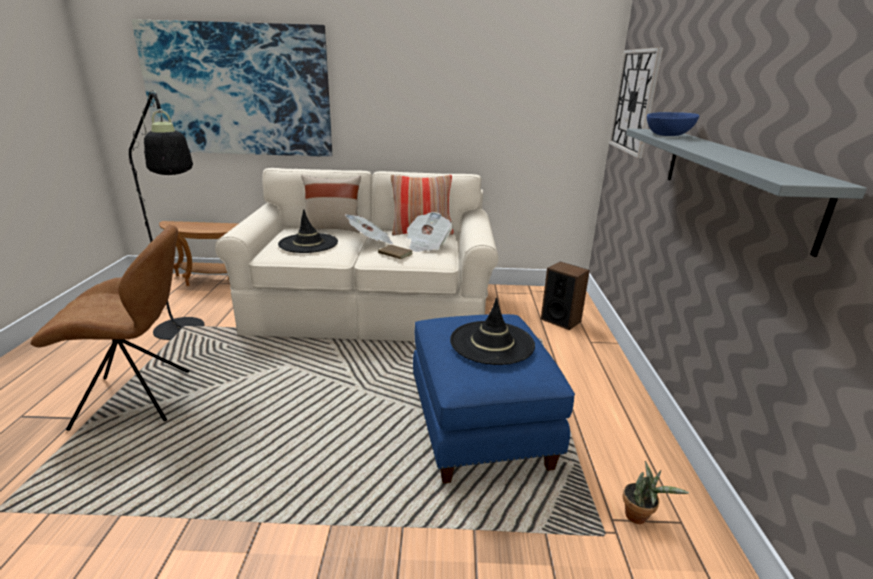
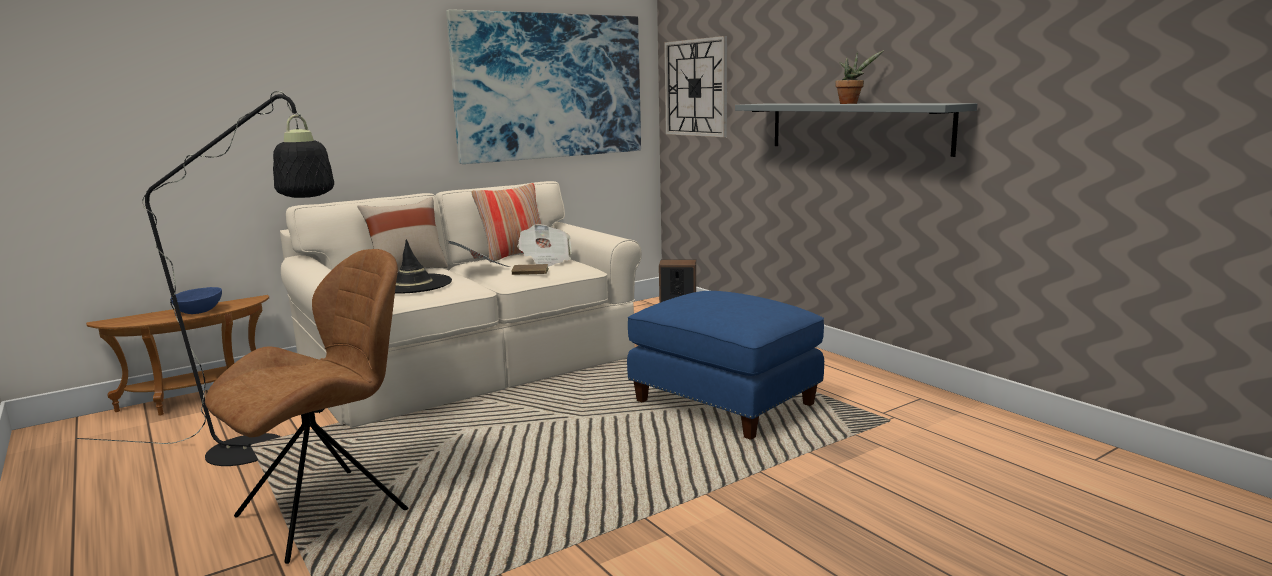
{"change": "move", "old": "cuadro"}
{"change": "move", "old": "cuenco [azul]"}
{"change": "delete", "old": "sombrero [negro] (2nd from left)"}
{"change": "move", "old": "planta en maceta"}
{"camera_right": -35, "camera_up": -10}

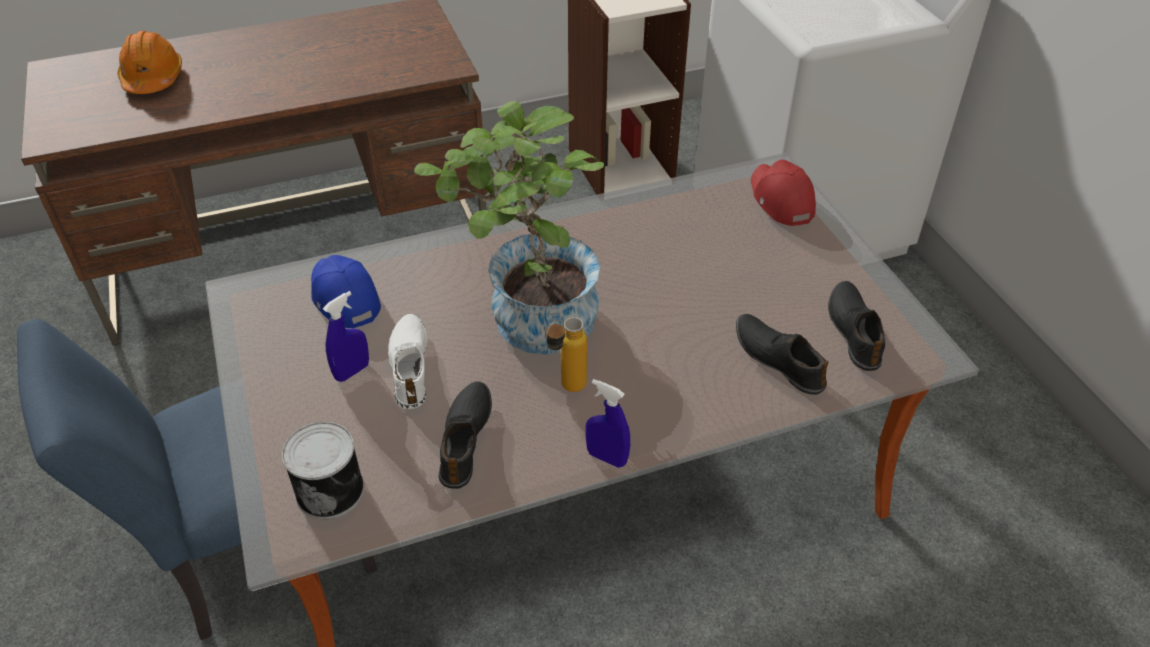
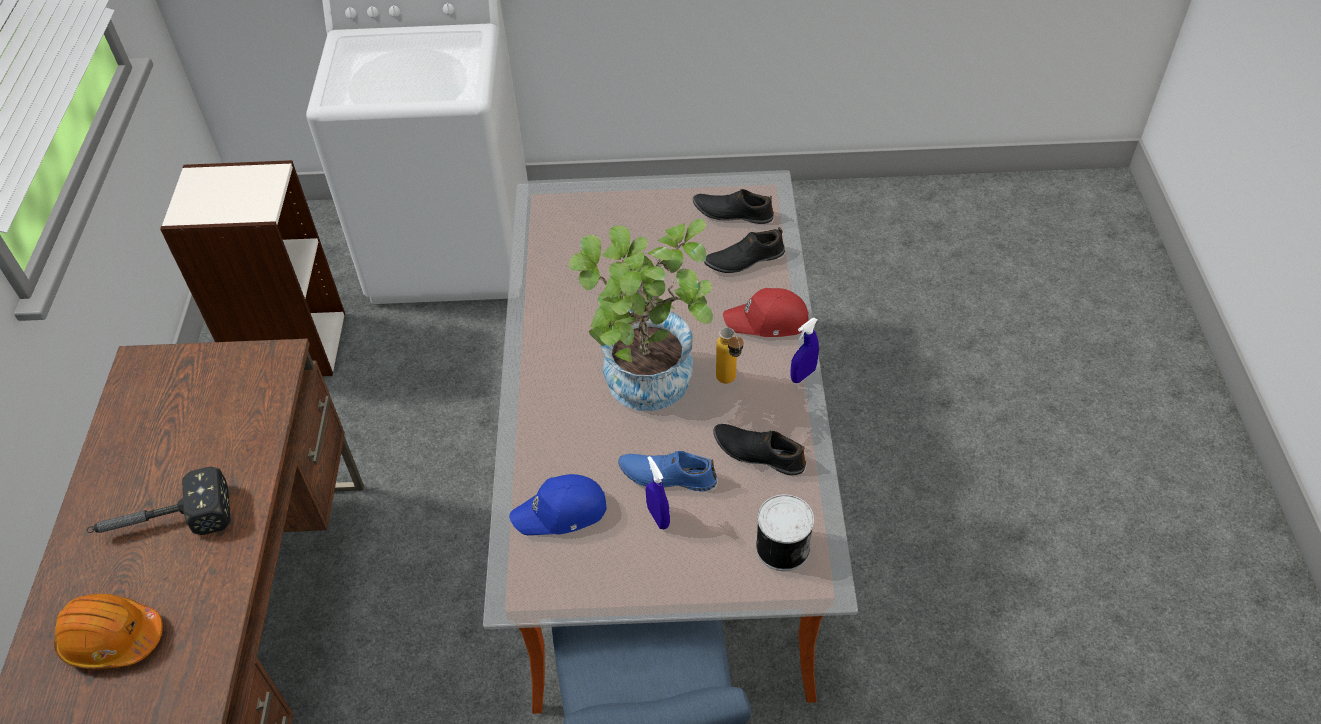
{"change": "move", "old": "gorra [rojo]"}
{"change": "recolor", "old": "zapato [blanco]", "new": "zapato [azul]"}
{"change": "insert", "new": "martillo"}
{"camera_right": -70, "camera_up": 5}

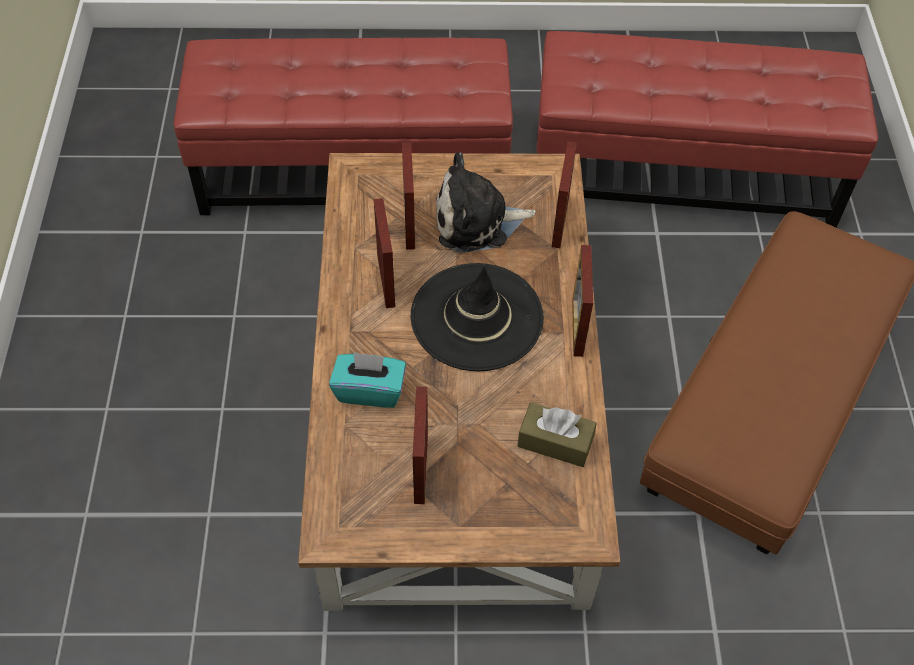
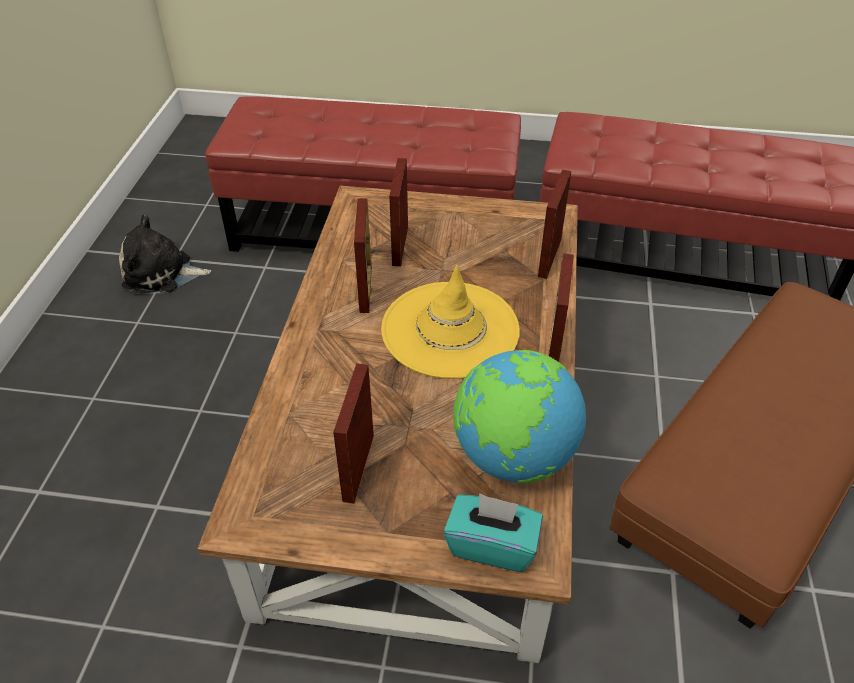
{"change": "move", "old": "peluche"}
{"change": "recolor", "old": "sombrero [negro]", "new": "sombrero [amarillo]"}
{"change": "move", "old": "caja de pañuelos [turquesa]"}
{"change": "replace", "old": "caja de pañuelos [marrón]", "new": "globo terráqueo"}
{"camera_right": 10, "camera_up": -10}

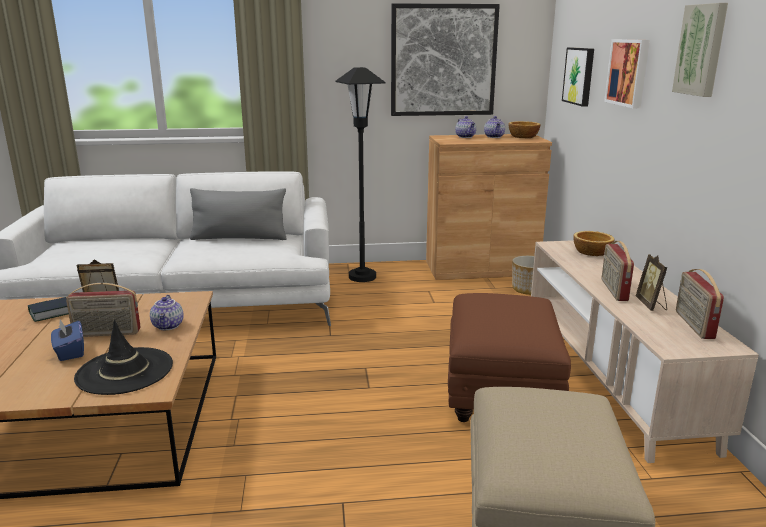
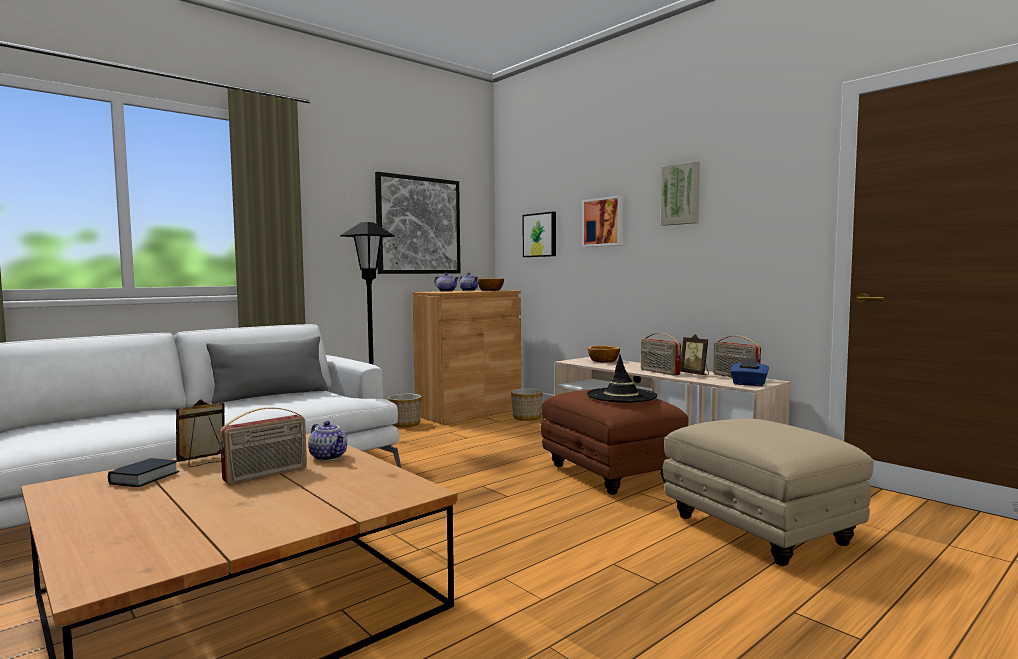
{"change": "move", "old": "caja de pañuelos [azul]"}
{"change": "move", "old": "sombrero [negro]"}
{"change": "insert", "new": "maceta (1st from left)"}
{"camera_right": -35, "camera_up": -15}

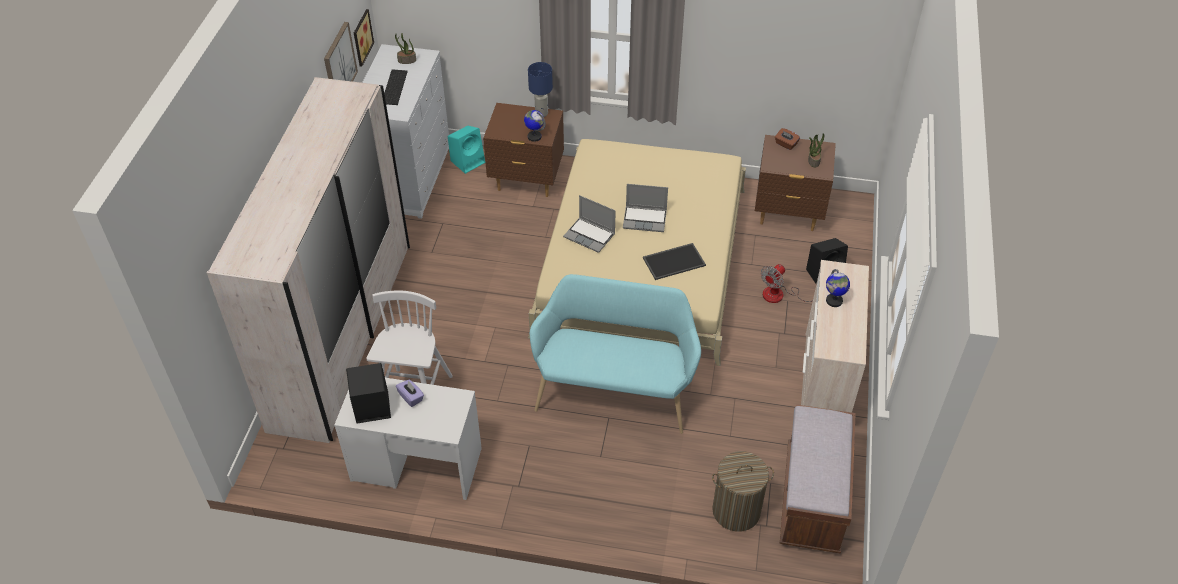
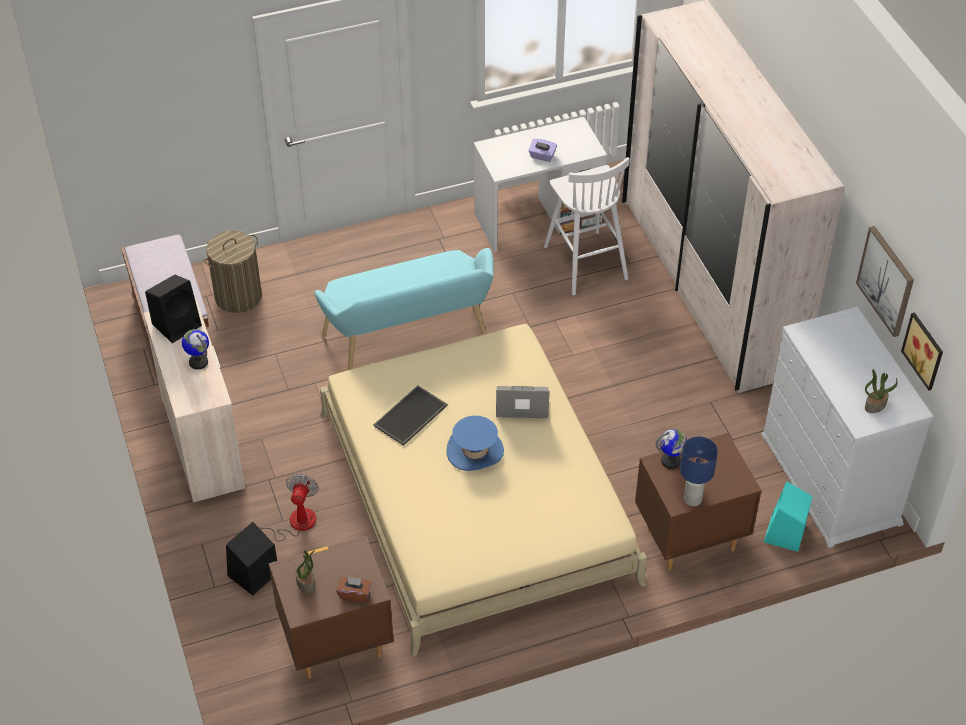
{"change": "delete", "old": "teclado"}
{"change": "replace", "old": "portátil (2nd from left)", "new": "sombrero [azul]"}
{"change": "move", "old": "altavoz [negro] (1st from left)"}
{"camera_right": 150, "camera_up": 0}

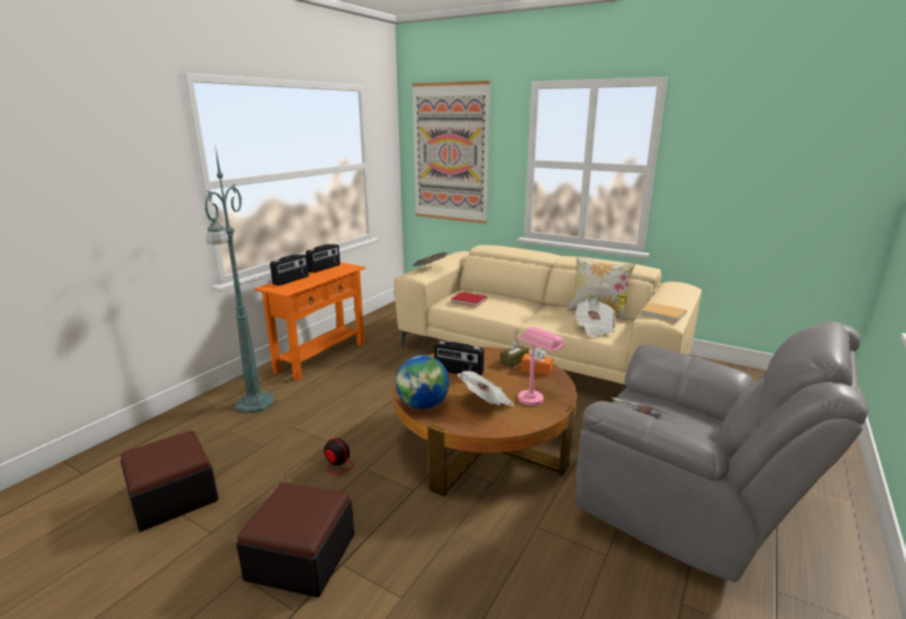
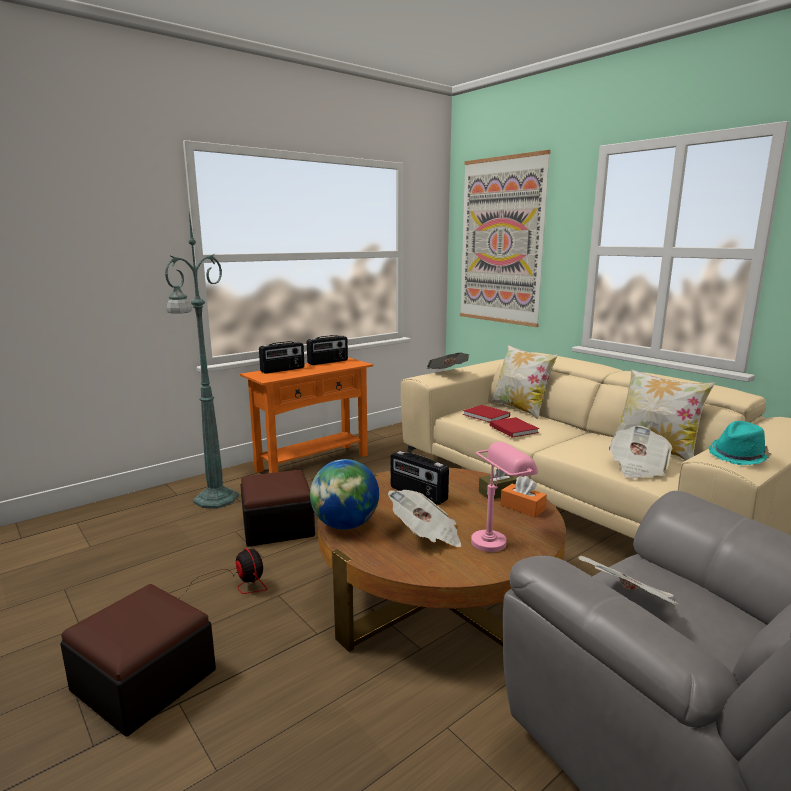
{"change": "replace", "old": "libro [beis]", "new": "sombrero [turquesa]"}
{"change": "move", "old": "puf (1st from left in the first image)", "new": "puf (2nd from left)"}
{"change": "insert", "new": "cojín (1st from left)"}
{"change": "insert", "new": "libro [rojo] (2nd from left)"}
{"camera_right": 20, "camera_up": -5}

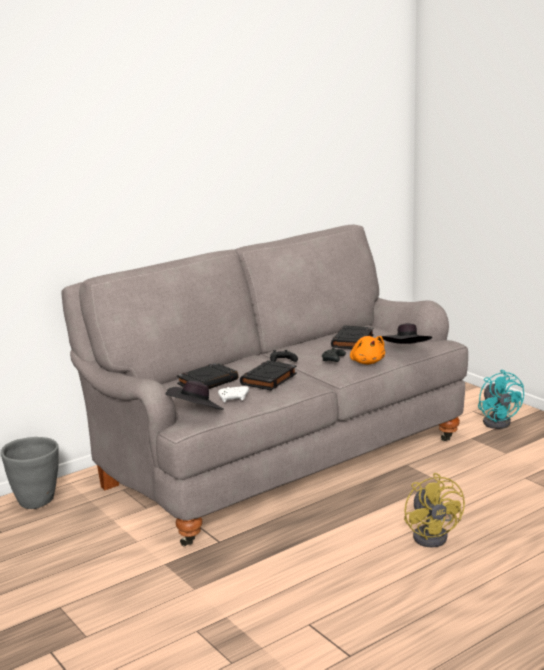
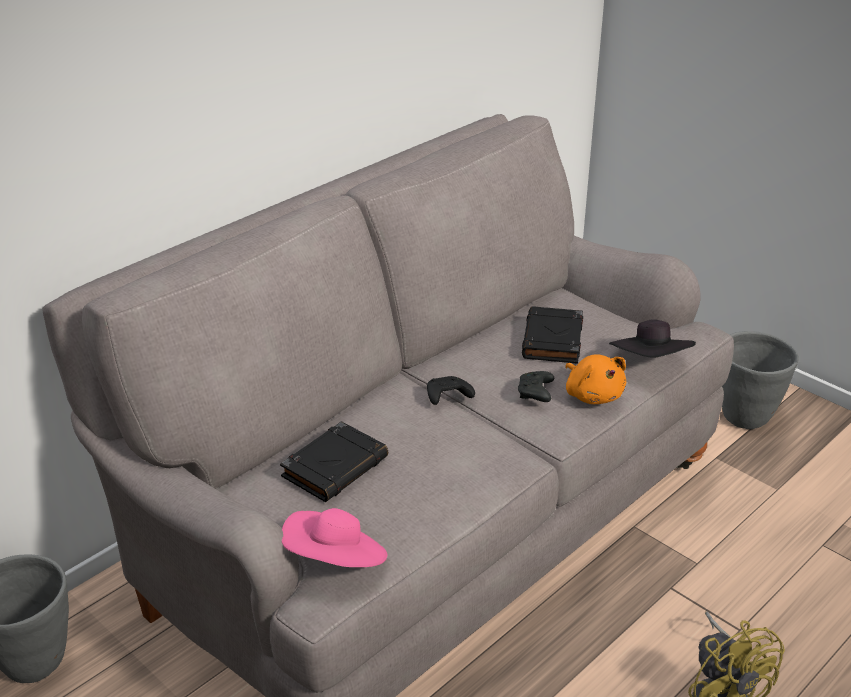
{"change": "delete", "old": "libro [negro] (2nd from left)"}
{"change": "replace", "old": "ventilador [turquesa]", "new": "maceta [gris] (2nd from left)"}
{"change": "recolor", "old": "sombrero [negro] (1st from left)", "new": "sombrero [rosa]"}
{"change": "delete", "old": "mando de consola [blanco]"}
{"camera_right": -10, "camera_up": 15}

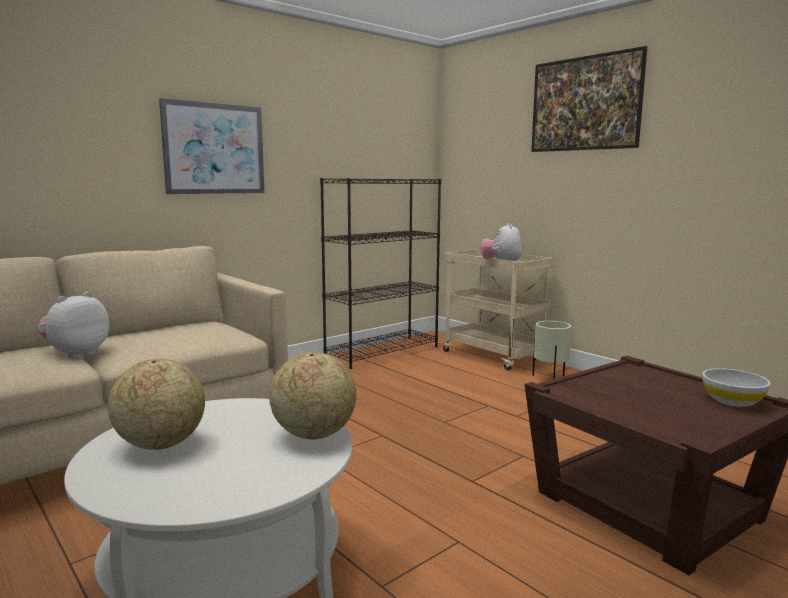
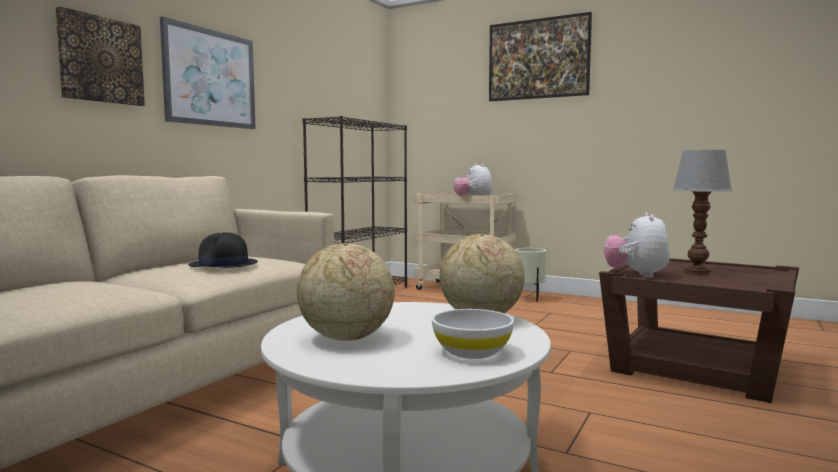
{"change": "move", "old": "peluche (1st from left in the first image)", "new": "peluche (2nd from left)"}
{"change": "move", "old": "cuenco [blanco]"}
{"change": "insert", "new": "cuadro (1st from left)"}
{"change": "insert", "new": "lámpara de mesa"}
{"change": "insert", "new": "sombrero [negro]"}
{"camera_right": -20, "camera_up": -5}

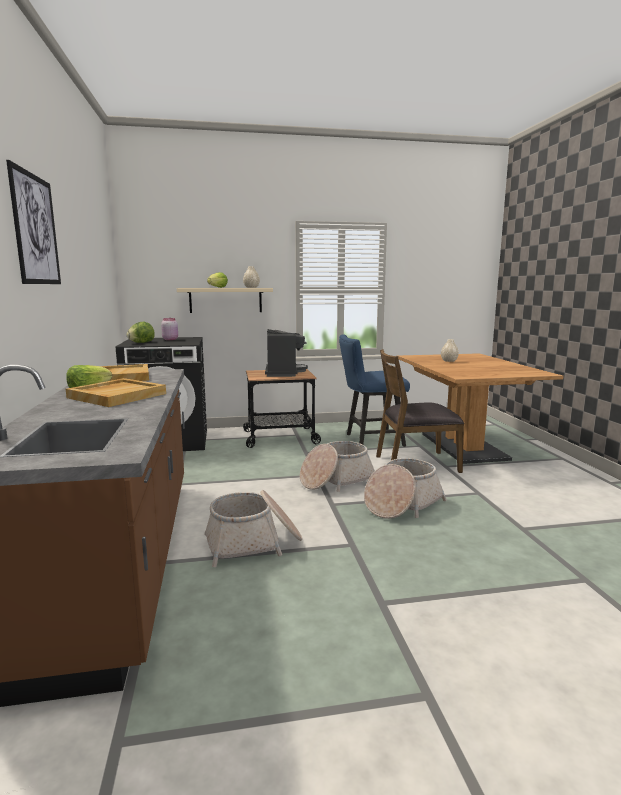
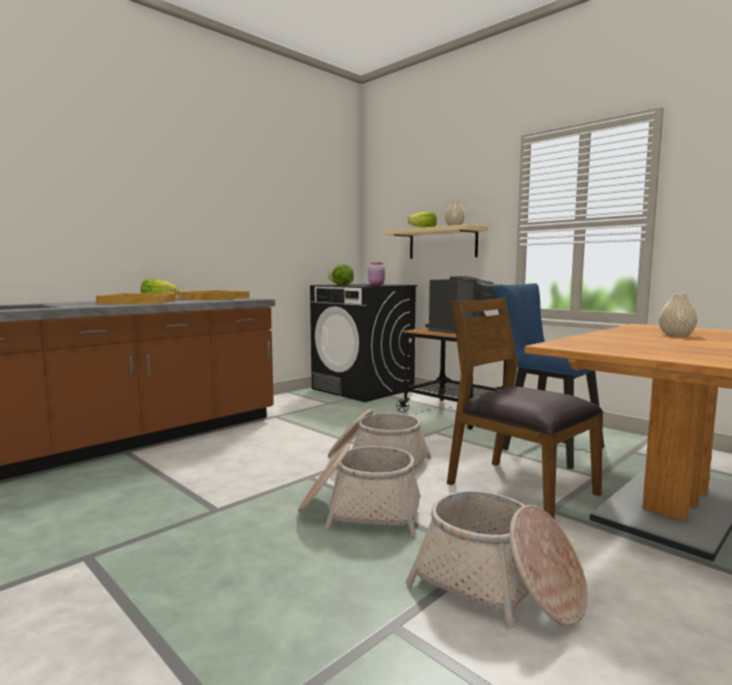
{"change": "delete", "old": "cuadro"}
{"change": "move", "old": "cesta (1st from left in the first image)", "new": "cesta (3rd from left)"}
{"camera_right": 55, "camera_up": -5}

